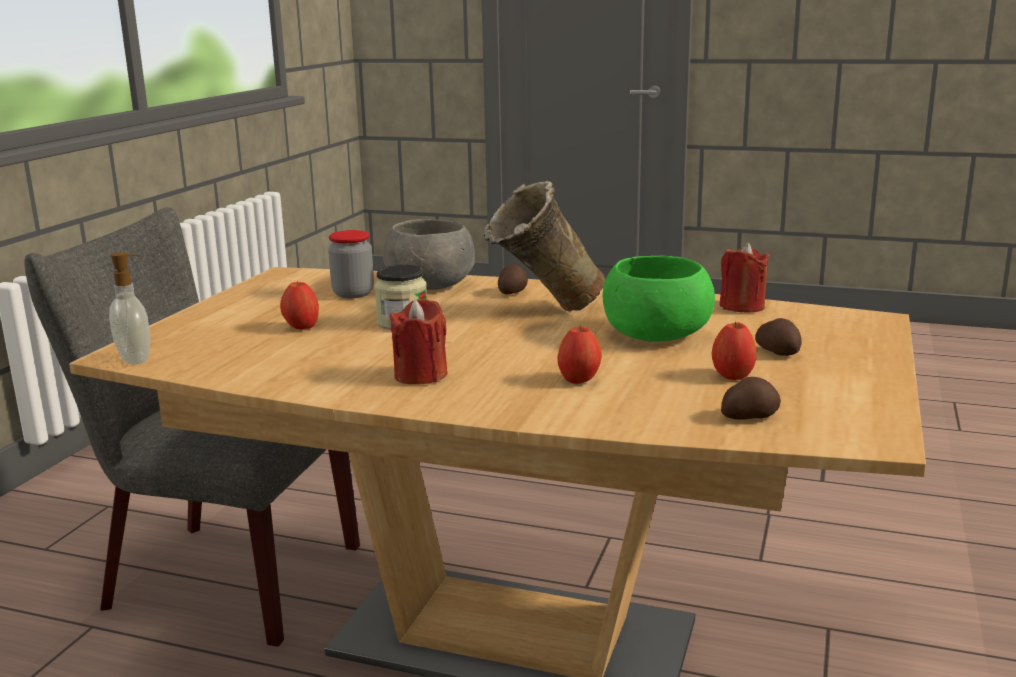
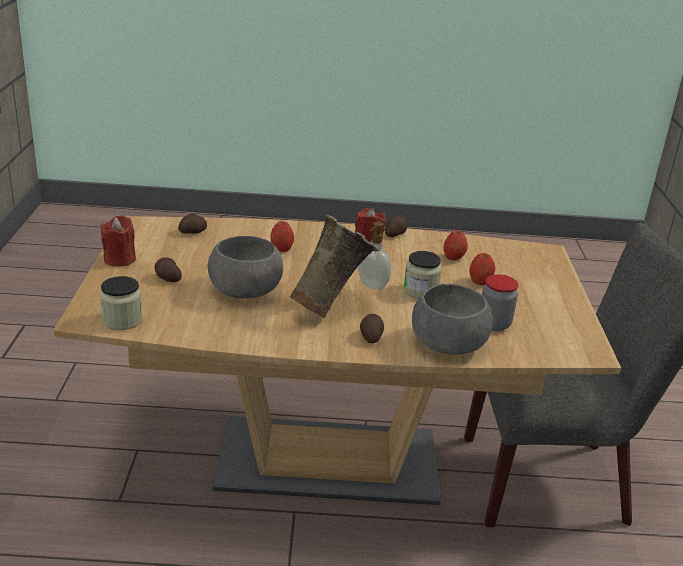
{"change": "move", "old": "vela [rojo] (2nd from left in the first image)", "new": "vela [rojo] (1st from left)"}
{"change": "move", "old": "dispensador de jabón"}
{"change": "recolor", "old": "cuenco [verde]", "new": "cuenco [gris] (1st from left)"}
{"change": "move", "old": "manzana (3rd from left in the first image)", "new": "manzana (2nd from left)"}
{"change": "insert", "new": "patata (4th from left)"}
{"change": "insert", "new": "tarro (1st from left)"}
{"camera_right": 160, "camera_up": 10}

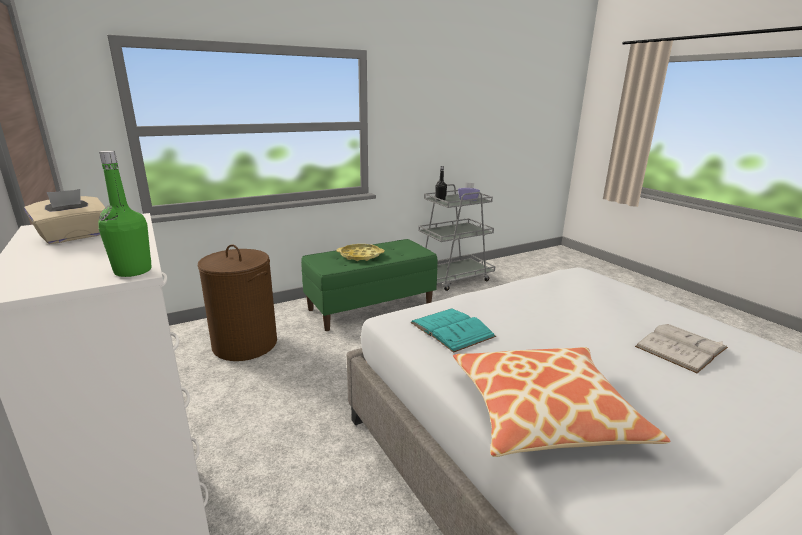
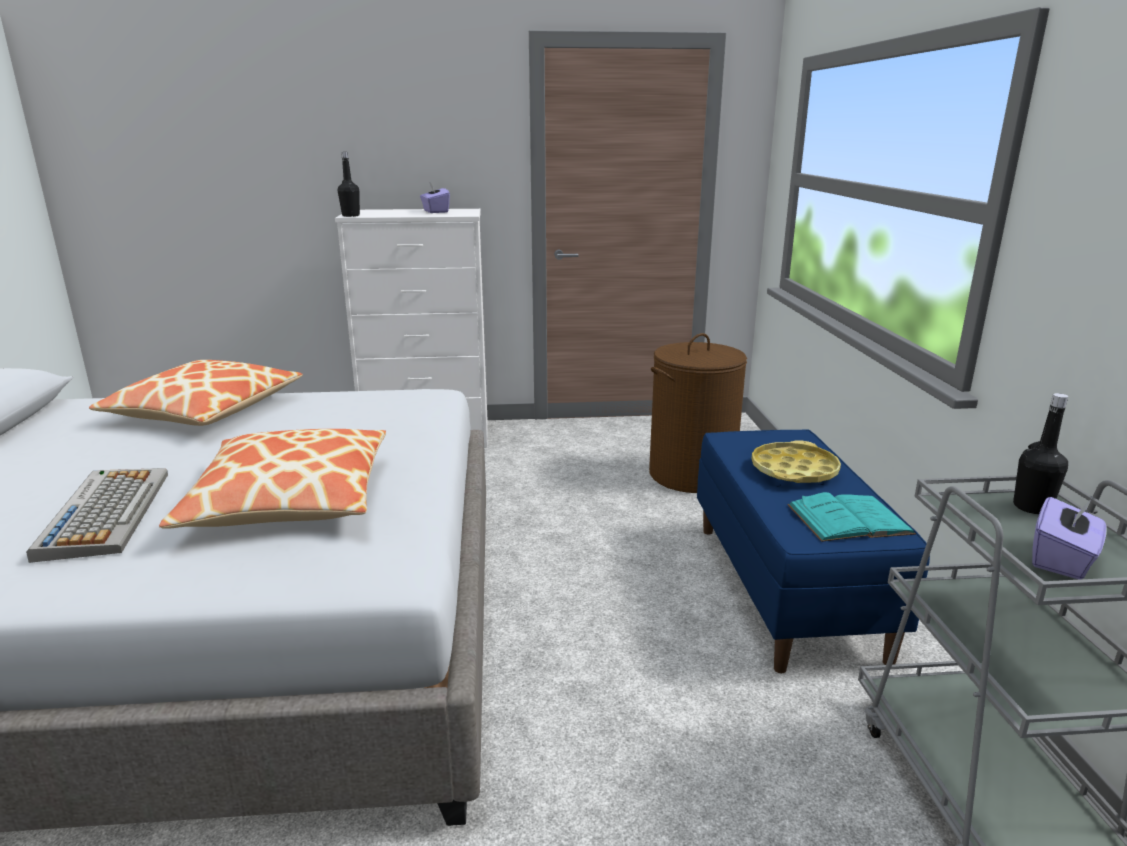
{"change": "recolor", "old": "botella [verde]", "new": "botella [negro] (1st from left)"}
{"change": "recolor", "old": "caja de pañuelos [beis]", "new": "caja de pañuelos [morado] (1st from left)"}
{"change": "recolor", "old": "banco [verde]", "new": "banco [azul]"}
{"change": "move", "old": "libro [turquesa]"}
{"change": "replace", "old": "libro [blanco]", "new": "teclado"}
{"change": "insert", "new": "cojín (2nd from left)"}
{"camera_right": 115, "camera_up": 0}

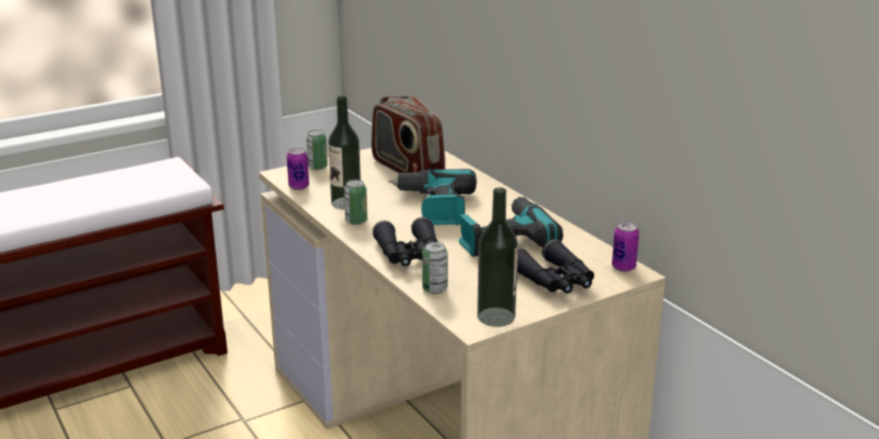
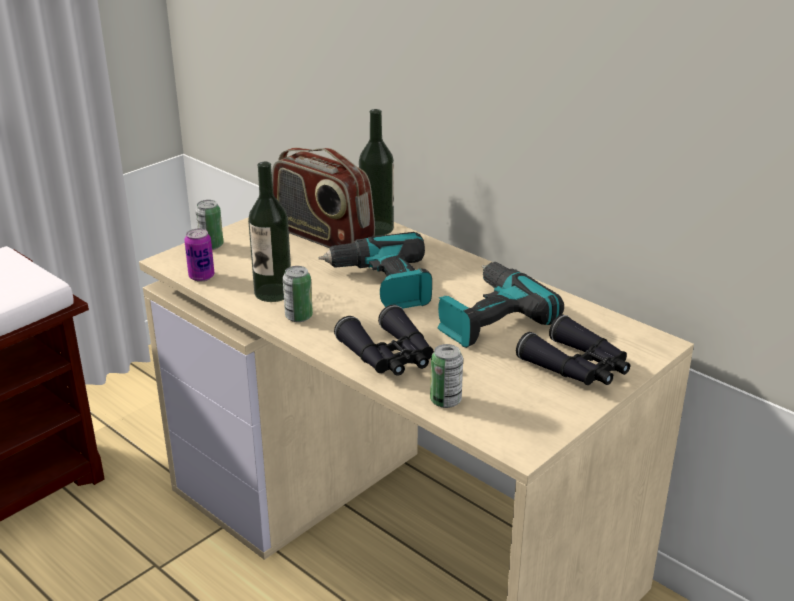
{"change": "move", "old": "botella (2nd from left)"}
{"change": "delete", "old": "lata (5th from left)"}
{"camera_right": -15, "camera_up": 5}

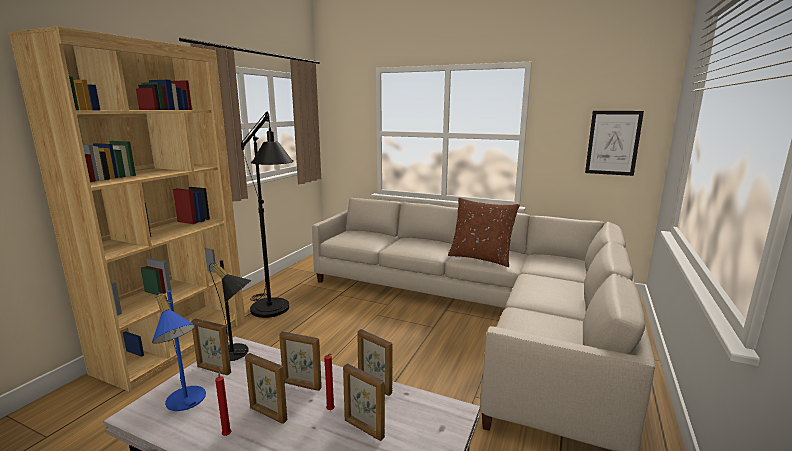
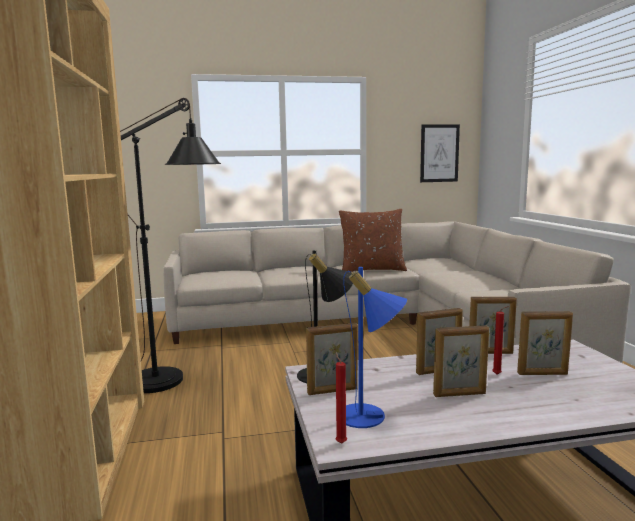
{"change": "move", "old": "vela [rojo] (1st from left)"}
{"camera_right": -35, "camera_up": -5}

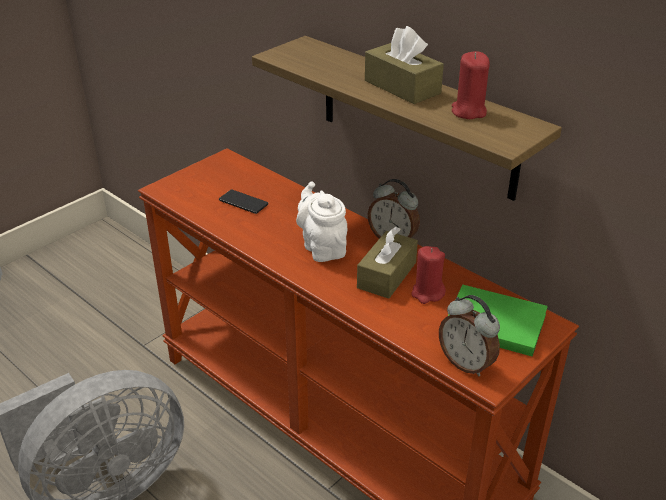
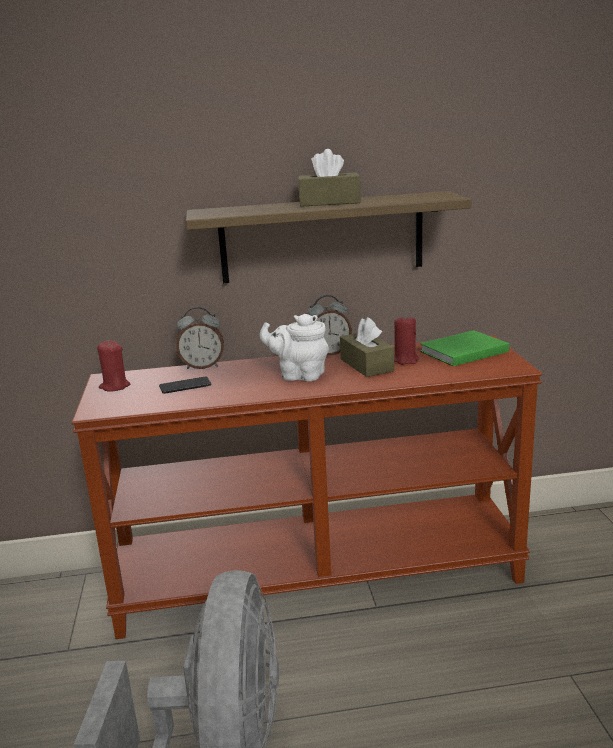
{"change": "move", "old": "vela [rojo] (2nd from left in the first image)", "new": "vela [rojo] (1st from left)"}
{"change": "move", "old": "despertador (2nd from left in the first image)", "new": "despertador (1st from left)"}
{"camera_right": -50, "camera_up": -15}

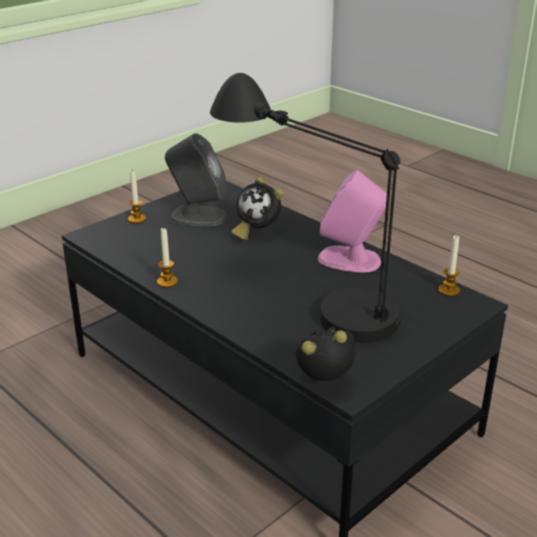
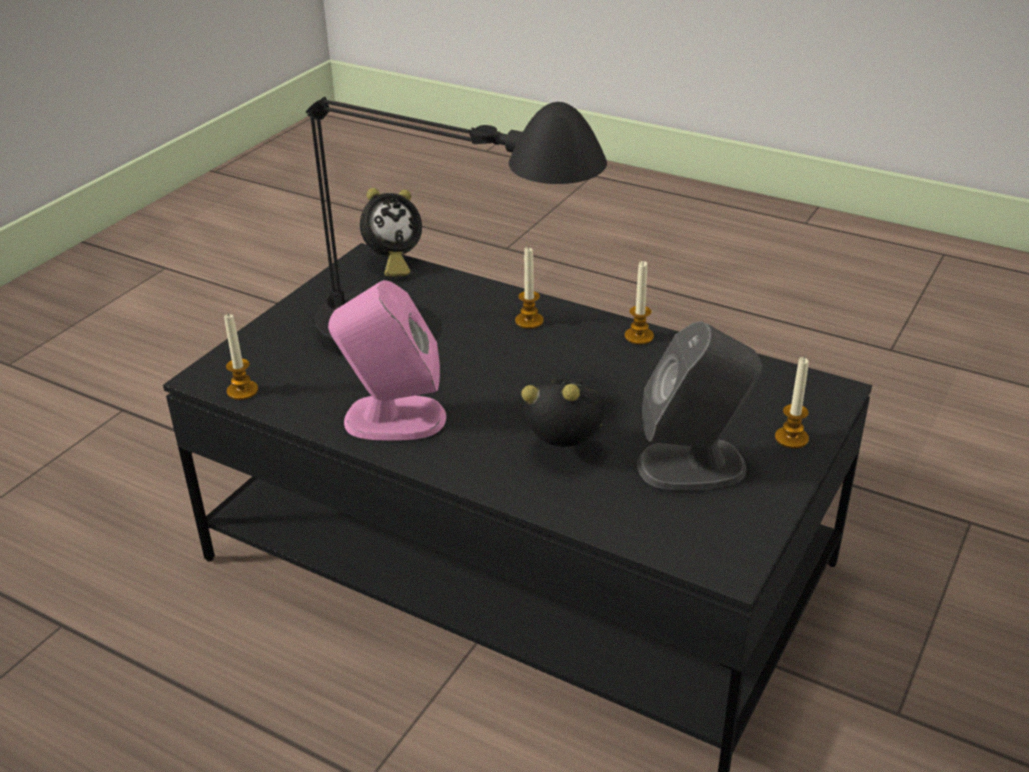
{"change": "insert", "new": "vela (2nd from left)"}
{"camera_right": 165, "camera_up": 5}

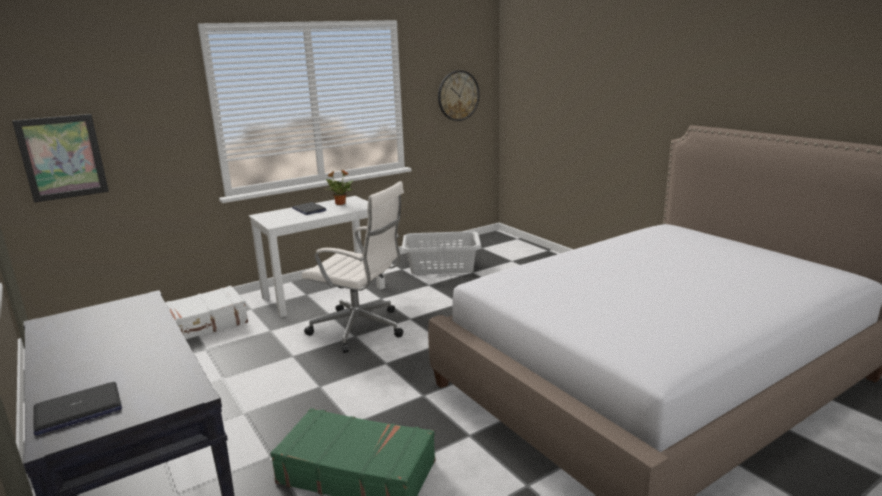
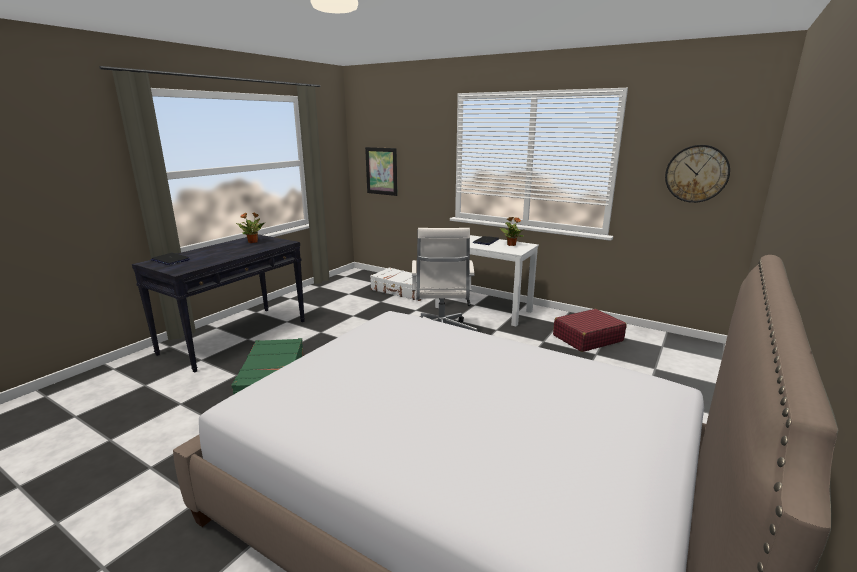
{"change": "replace", "old": "cesto de la ropa [gris]", "new": "maleta [rojo]"}
{"change": "insert", "new": "planta en maceta (1st from left)"}
{"camera_right": 65, "camera_up": 0}

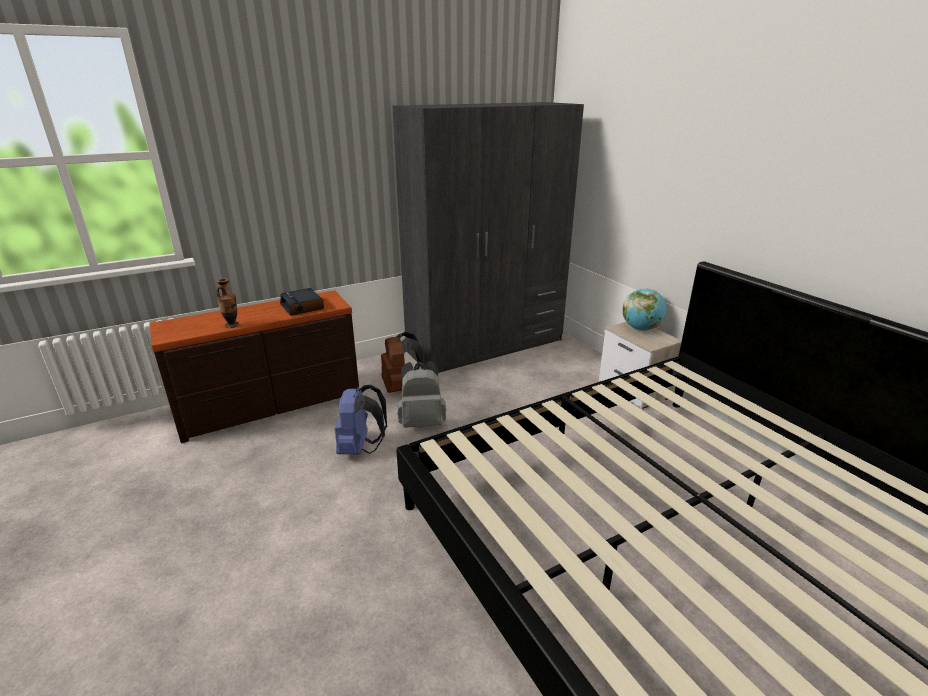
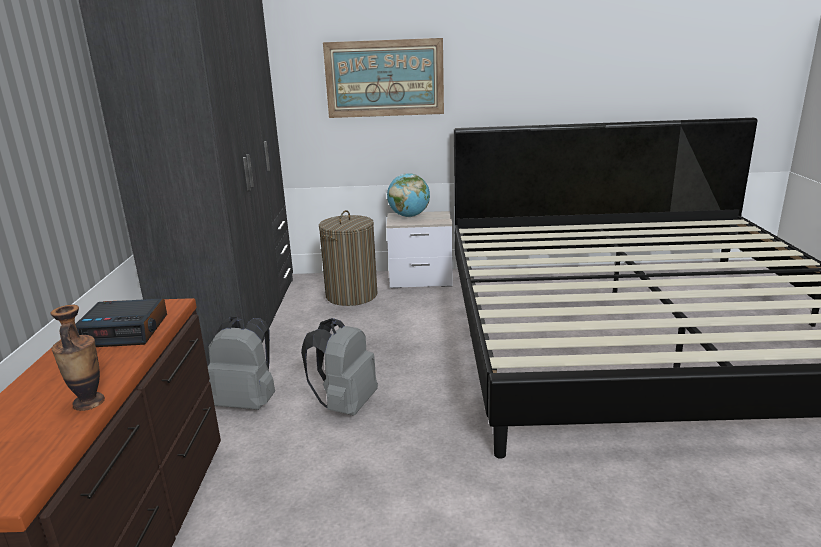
{"change": "recolor", "old": "mochila [marrón]", "new": "mochila [gris] (1st from left)"}
{"change": "delete", "old": "mochila [azul]"}
{"change": "insert", "new": "cuadro"}
{"change": "insert", "new": "cesto de la ropa"}
{"camera_right": -60, "camera_up": -5}

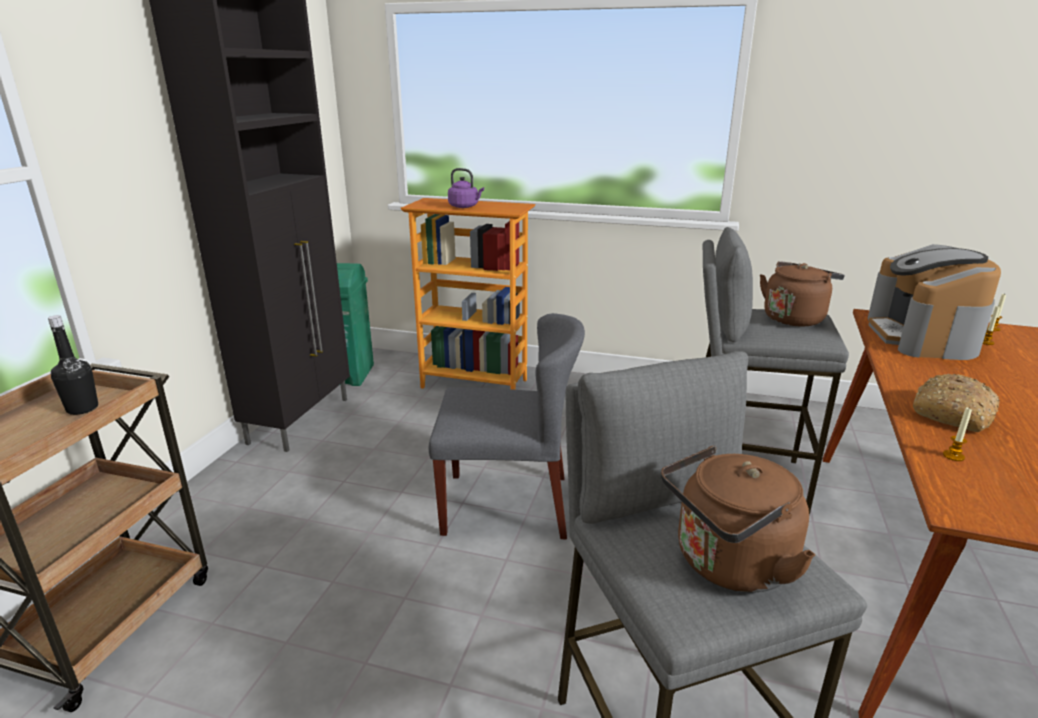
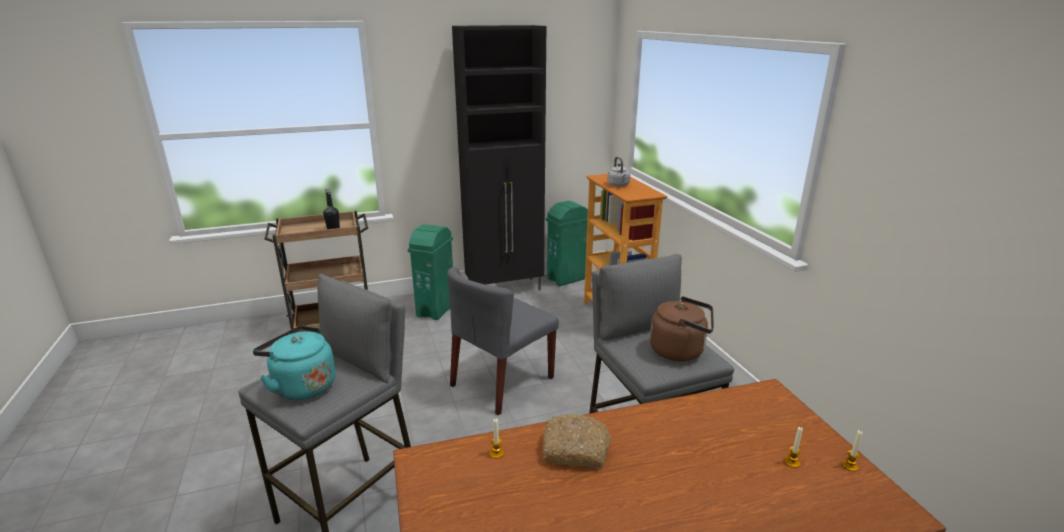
{"change": "recolor", "old": "hervidor [morado]", "new": "hervidor [gris]"}
{"change": "delete", "old": "cafetera"}
{"change": "rotate", "old": "silla [gris]", "degrees": 75}
{"change": "recolor", "old": "hervidor [marrón] (1st from left)", "new": "hervidor [turquesa]"}
{"change": "insert", "new": "papelera [verde] (1st from left)"}
{"camera_right": 55, "camera_up": 0}

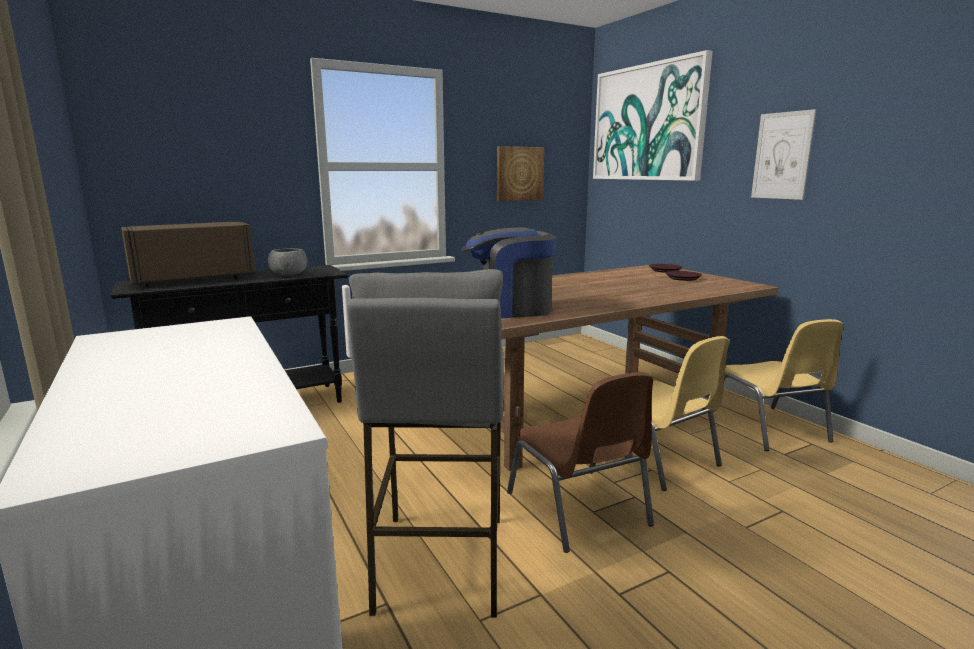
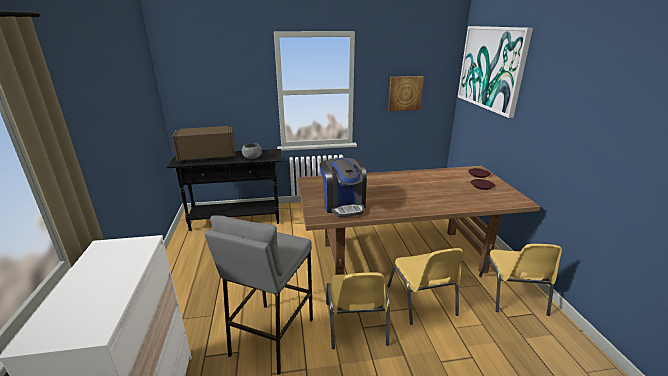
{"change": "delete", "old": "cuadro (3rd from left)"}
{"change": "rotate", "old": "cafetera", "degrees": -120}
{"change": "recolor", "old": "silla [marrón]", "new": "silla [amarillo] (1st from left)"}
{"camera_right": 20, "camera_up": 10}

